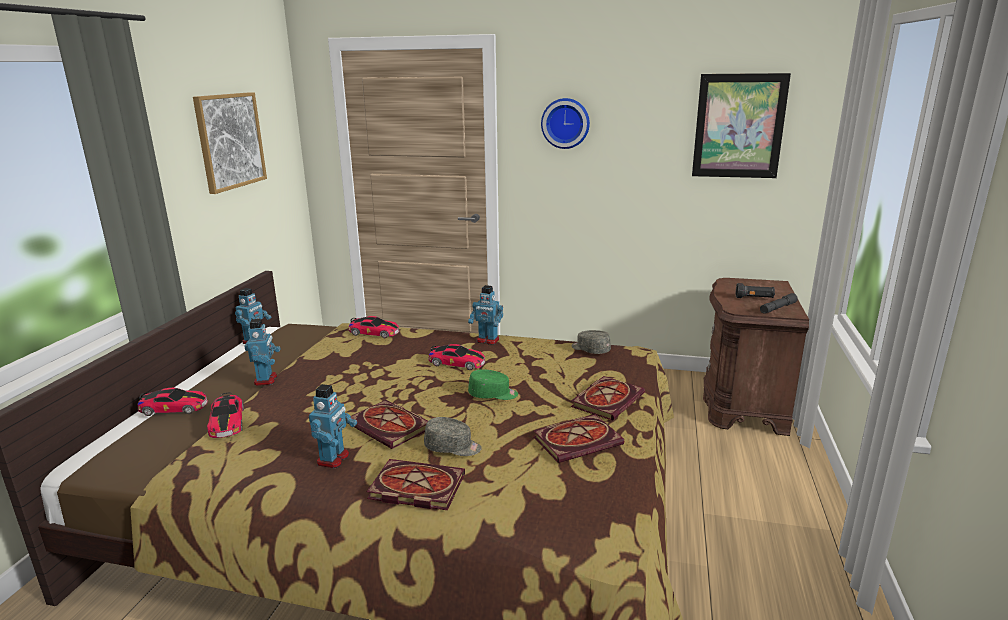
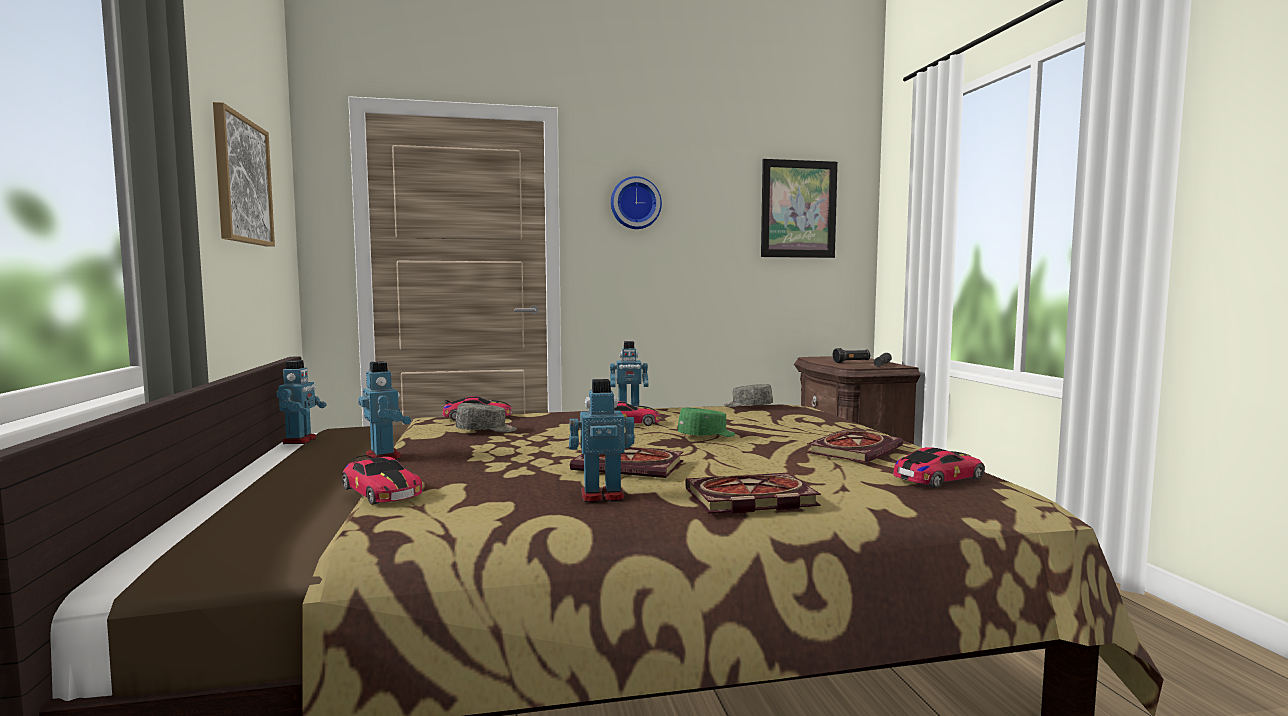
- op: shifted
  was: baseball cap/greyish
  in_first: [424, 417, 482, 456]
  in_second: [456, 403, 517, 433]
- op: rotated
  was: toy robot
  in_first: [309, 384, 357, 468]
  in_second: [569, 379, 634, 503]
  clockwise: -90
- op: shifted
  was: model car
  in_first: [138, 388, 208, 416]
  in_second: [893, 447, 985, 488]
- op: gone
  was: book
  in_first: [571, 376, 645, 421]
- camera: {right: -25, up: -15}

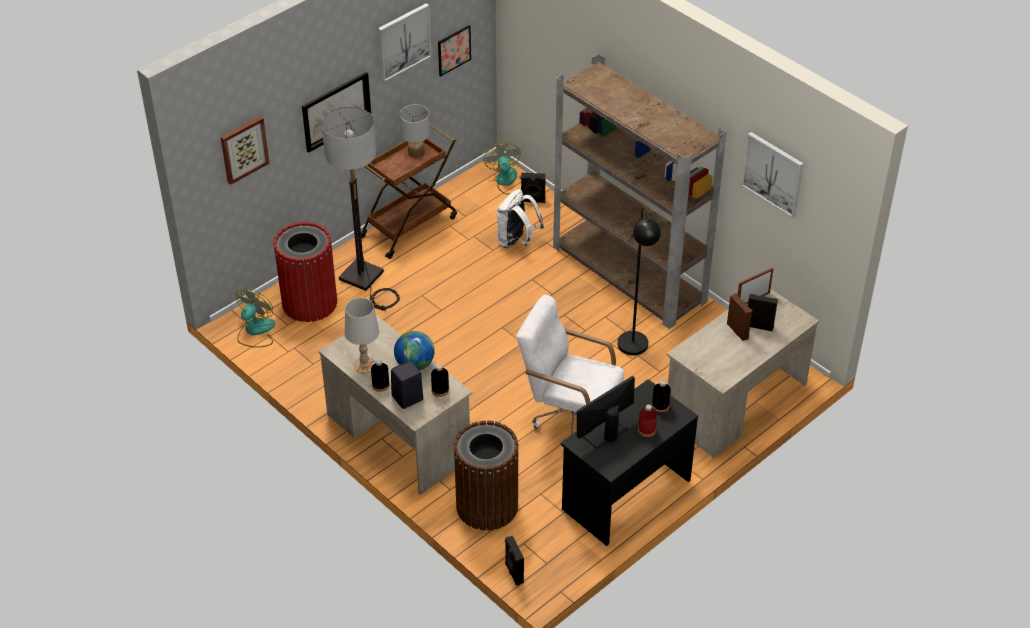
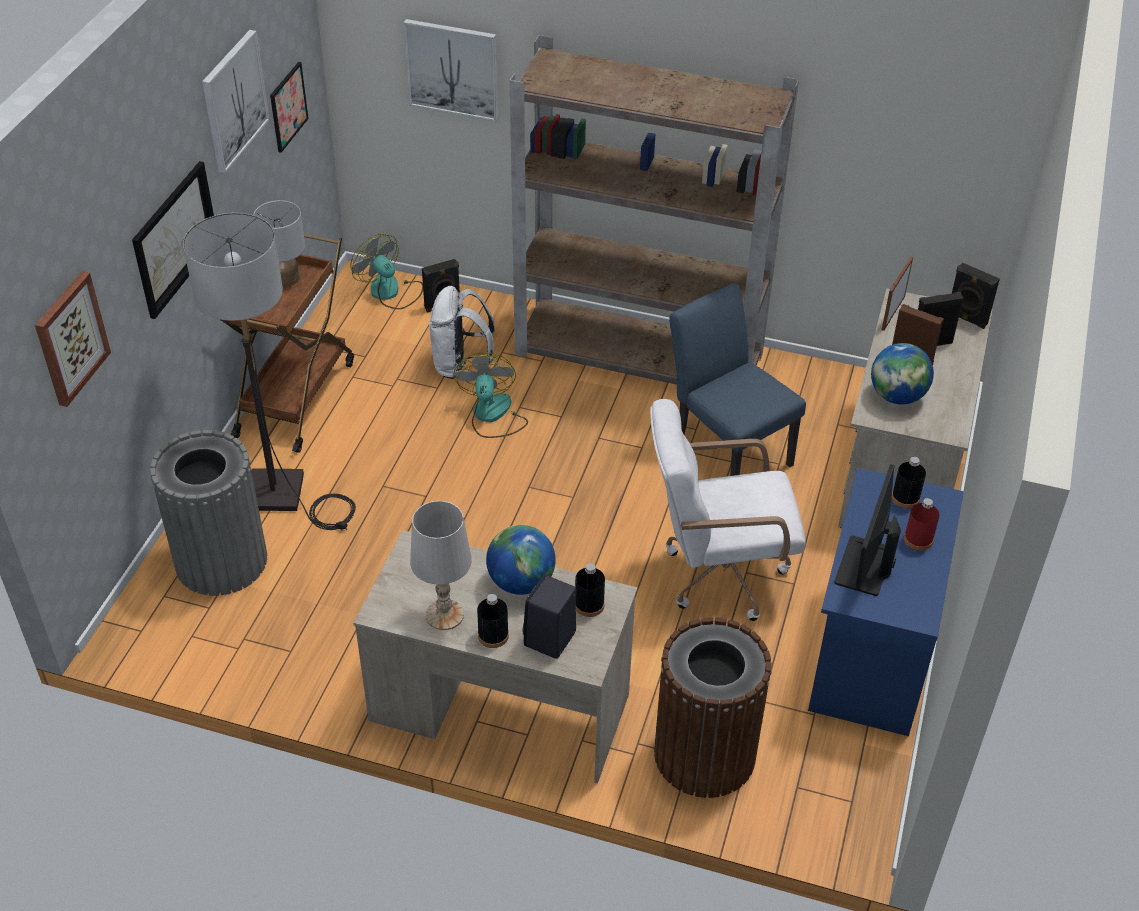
- op: repainted
  was: trash can/red-coloured
  now: trash can/greyish
  in_first: [274, 222, 337, 322]
  in_second: [150, 430, 267, 596]
- op: shifted
  was: wall picture
  in_first: [741, 132, 804, 218]
  in_second: [403, 19, 498, 122]
- op: shifted
  was: fan
  in_first: [236, 288, 276, 348]
  in_second: [453, 353, 528, 438]
- op: swapped
  was: standard lamp/black
  now: plain chair/blue-coloured
  in_first: [617, 207, 661, 355]
  in_second: [669, 283, 806, 476]
- op: repainted
  was: desk unit/black
  now: desk unit/blue-coloured
  in_first: [561, 379, 698, 546]
  in_second: [808, 468, 964, 736]
- op: new
  now: desk globe
  in_second: [871, 343, 934, 404]
- op: shifted
  was: loudspeaker/black
  in_first: [505, 536, 524, 586]
  in_second: [952, 262, 1000, 329]
- camera: {right: -30, up: 0}

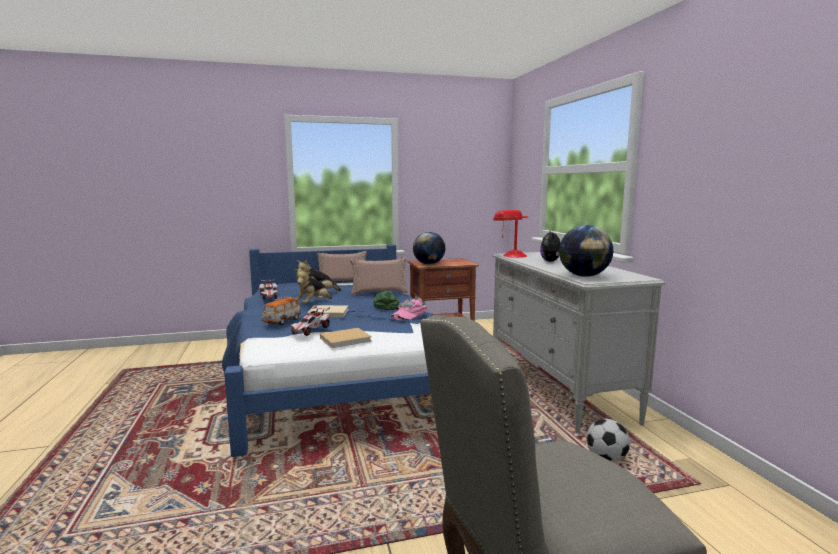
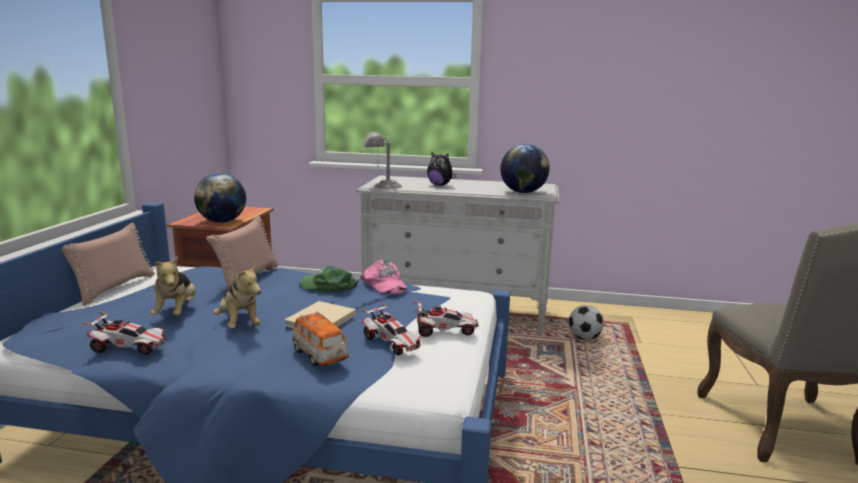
- op: repainted
  was: lamp for a table/red-coloured
  now: lamp for a table/greyish
  in_first: [493, 210, 528, 258]
  in_second: [363, 132, 402, 189]
- op: swapped
  was: book/sand-coloured
  now: model car
  in_first: [320, 328, 372, 348]
  in_second: [413, 301, 479, 337]
- camera: {right: -65, up: 5}

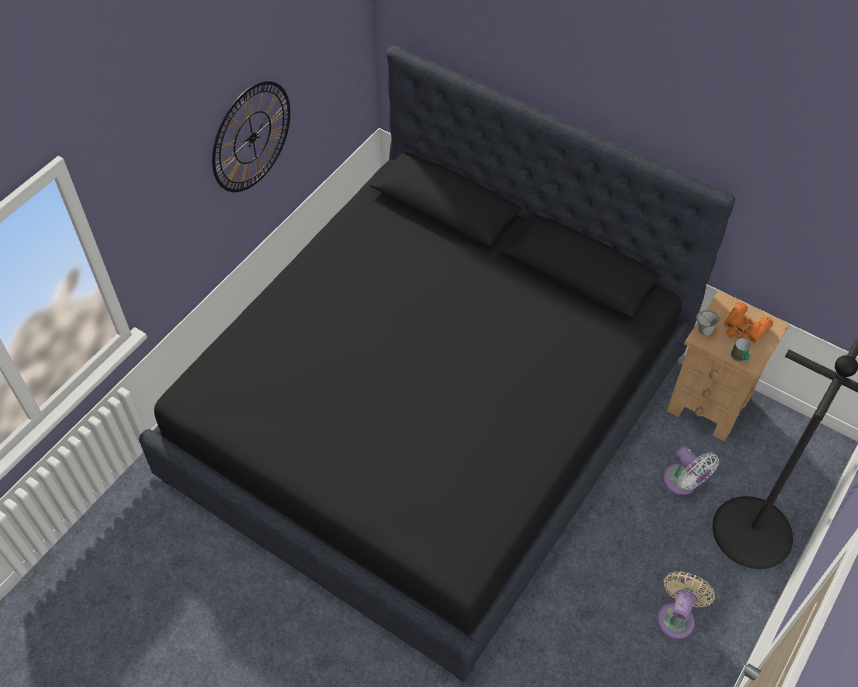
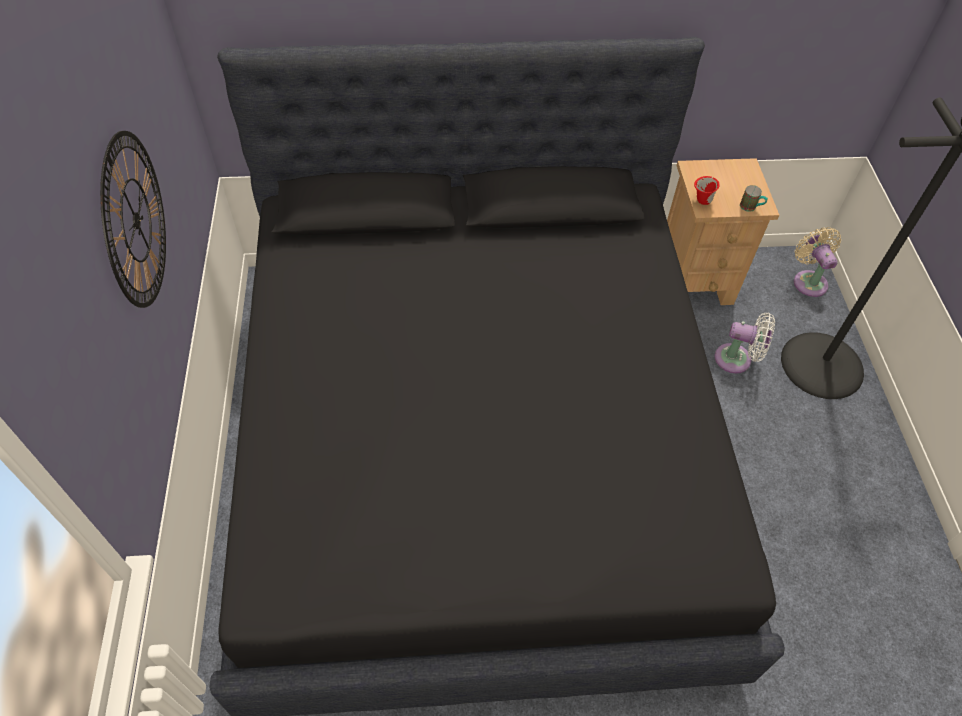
- op: repainted
  was: mug/greyish
  now: mug/red-coloured
  in_first: [696, 310, 720, 336]
  in_second: [694, 176, 720, 205]
- op: shifted
  was: fan/sand-coloured
  in_first: [657, 571, 715, 639]
  in_second: [794, 227, 841, 297]
- op: gone
  was: binoculars/orange-coloured
  in_first: [724, 302, 773, 342]
- camera: {right: -40, up: 0}

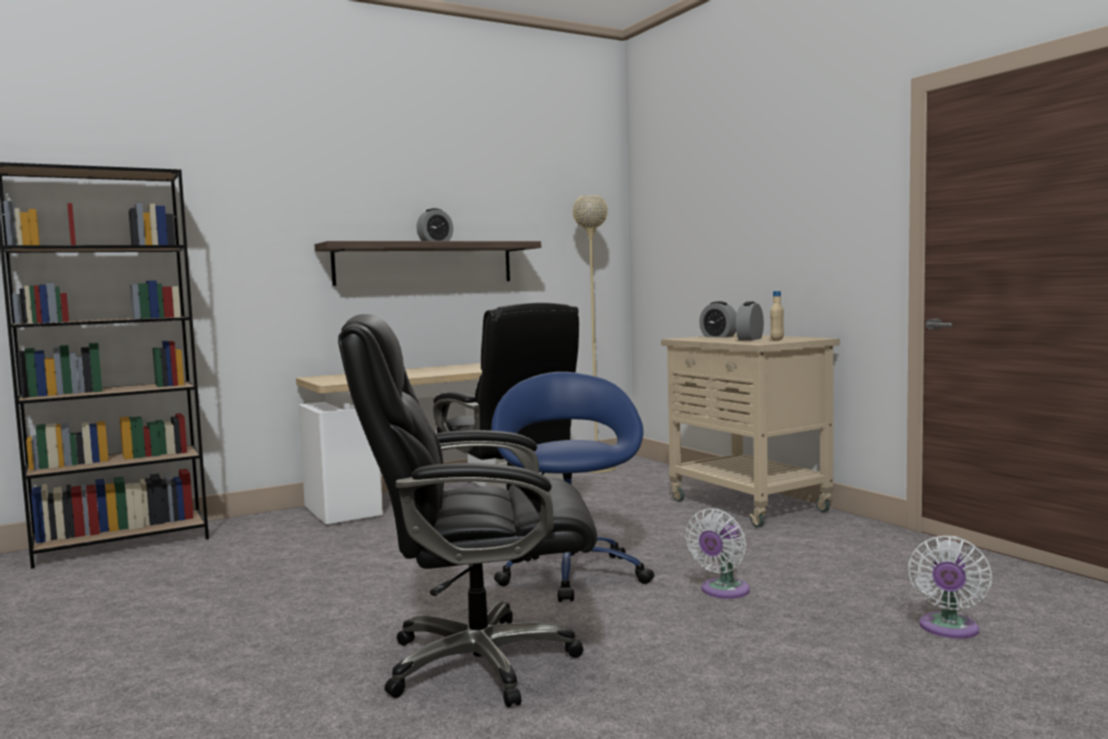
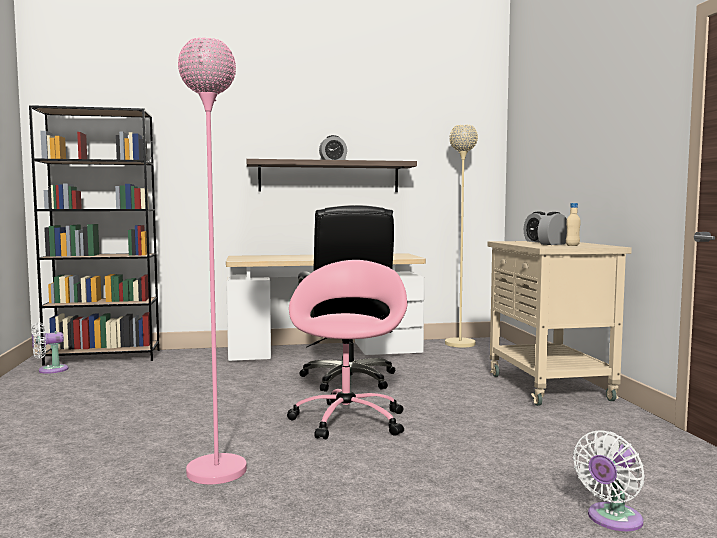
- op: shifted
  was: fan/whitish
  in_first: [685, 508, 750, 599]
  in_second: [32, 322, 68, 374]
- op: swapped
  was: desk chair/black
  now: standard lamp/pink
  in_first: [338, 314, 597, 708]
  in_second: [178, 38, 247, 484]
- op: repainted
  was: desk chair/blue-coloured
  now: desk chair/pink
  in_first: [491, 372, 654, 602]
  in_second: [287, 260, 408, 439]
- camera: {right: 20, up: 0}

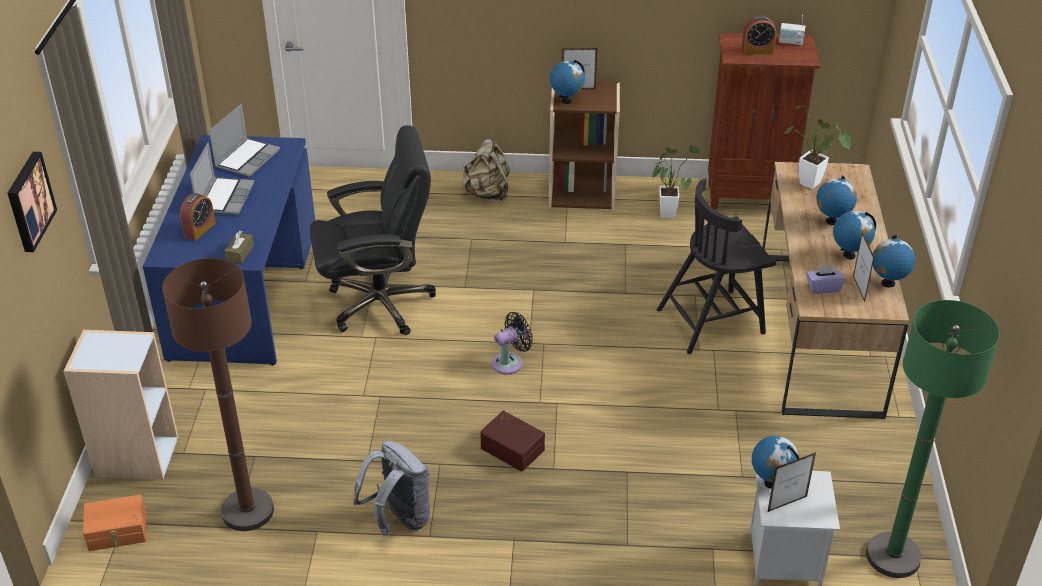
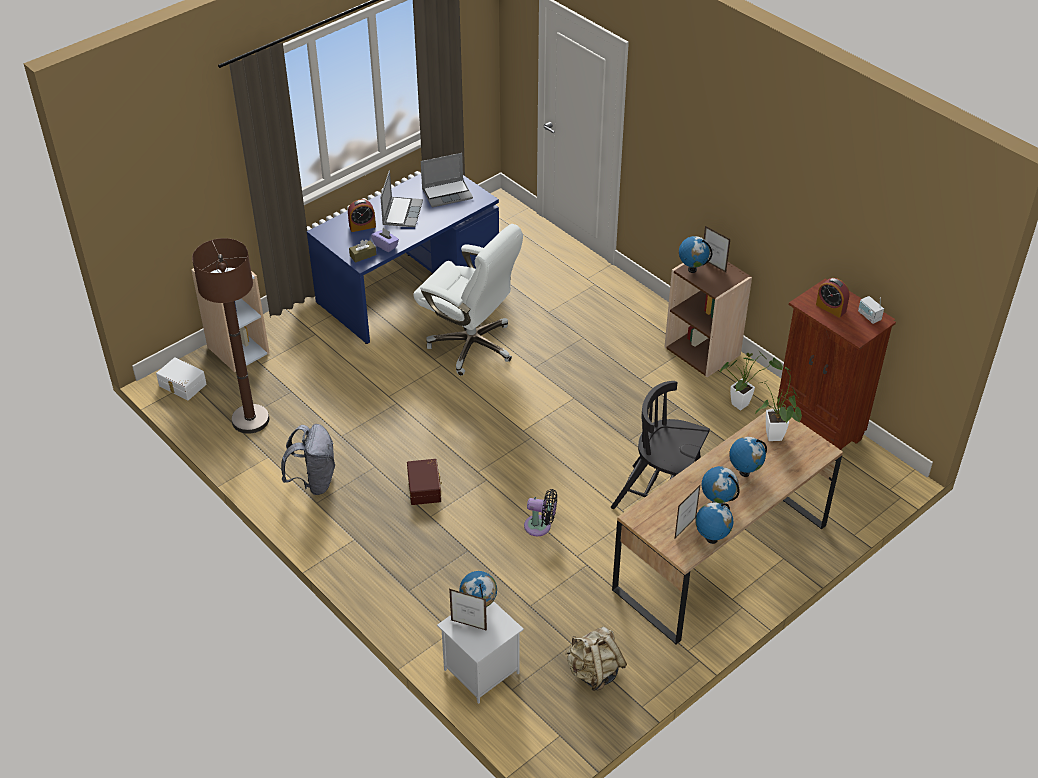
- op: repainted
  was: storage box/orange-coloured
  now: storage box/whitish
  in_first: [83, 495, 147, 551]
  in_second: [156, 357, 206, 400]
- op: shifted
  was: box of tissues/purple-coloured
  in_first: [806, 265, 845, 294]
  in_second: [371, 228, 399, 252]
- op: rotated
  was: laptop
  in_first: [190, 142, 254, 215]
  in_second: [380, 170, 423, 227]
  clockwise: -45
- op: repainted
  was: desk chair/black
  now: desk chair/whitish
  in_first: [310, 125, 436, 335]
  in_second: [413, 224, 523, 376]
- op: shifted
  was: fan/black
  in_first: [492, 312, 533, 375]
  in_second: [524, 489, 557, 536]
- op: shifted
  was: rucksack/sand-coloured
  in_first: [463, 139, 510, 201]
  in_second: [565, 626, 627, 691]
- op: gone
  was: wall picture
  in_first: [7, 152, 57, 252]
- op: gone
  was: standard lamp/green-coloured
  in_first: [866, 300, 1000, 578]
- camera: {right: 45, up: 5}

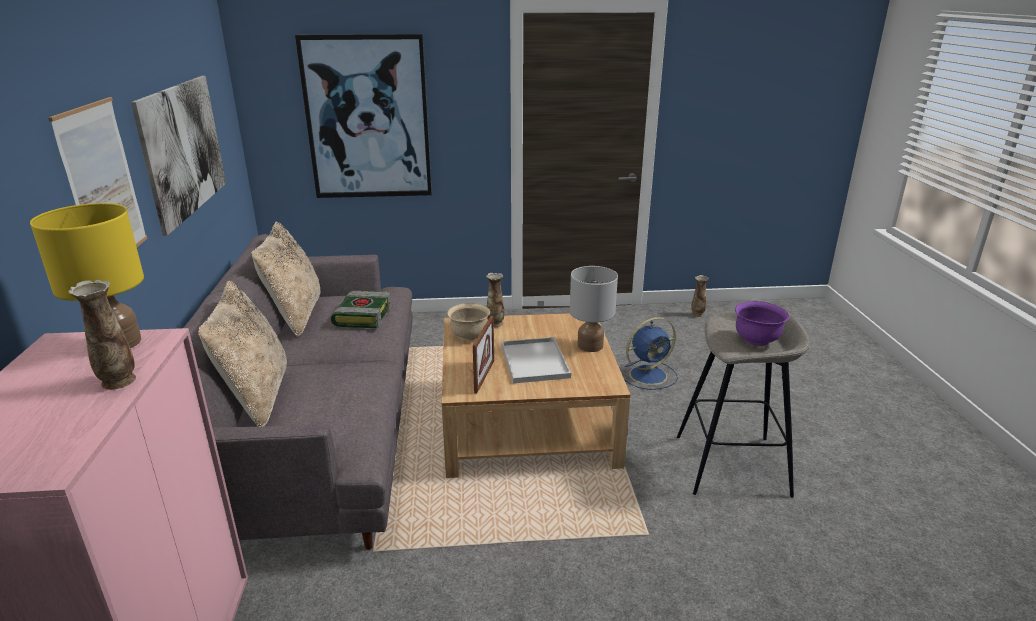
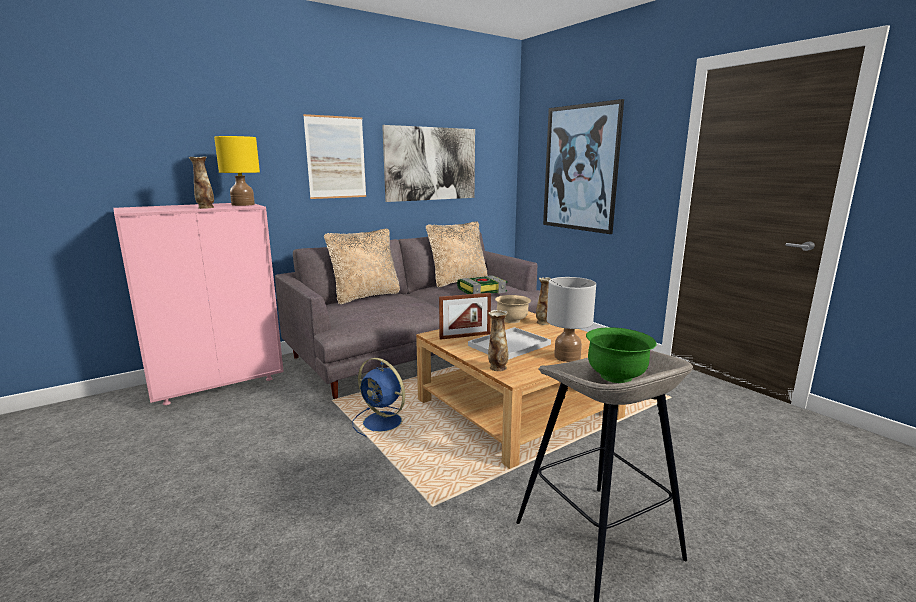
- op: shifted
  was: fan/blue-coloured
  in_first: [625, 317, 678, 390]
  in_second: [352, 358, 411, 437]
- op: shifted
  was: vase
  in_first: [691, 275, 709, 317]
  in_second: [488, 310, 508, 371]
- op: repainted
  was: serving bowl/purple-coloured
  now: serving bowl/green-coloured
  in_first: [735, 301, 789, 346]
  in_second: [586, 327, 657, 383]
- camera: {right: 60, up: -10}

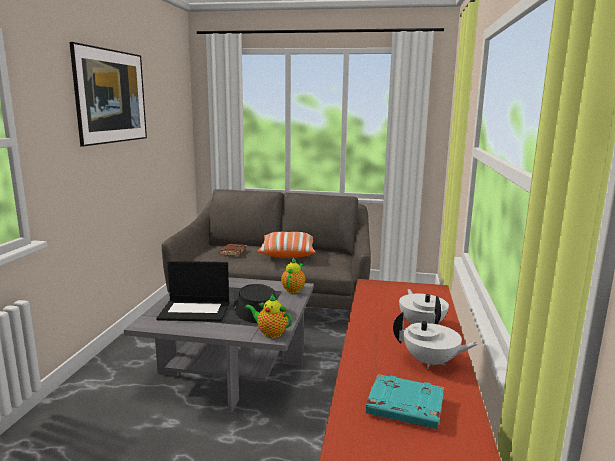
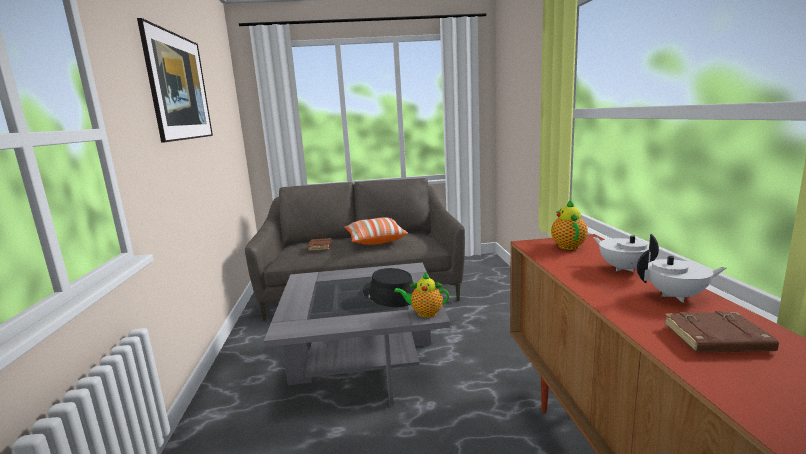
- op: shifted
  was: tea pot
  in_first: [281, 258, 305, 293]
  in_second: [551, 199, 588, 250]
- op: repainted
  was: book/turquoise
  now: book/brown-coloured
  in_first: [366, 374, 444, 429]
  in_second: [664, 311, 779, 352]
- op: gone
  was: laptop
  in_first: [156, 261, 229, 322]
- camera: {right: -15, up: 0}

